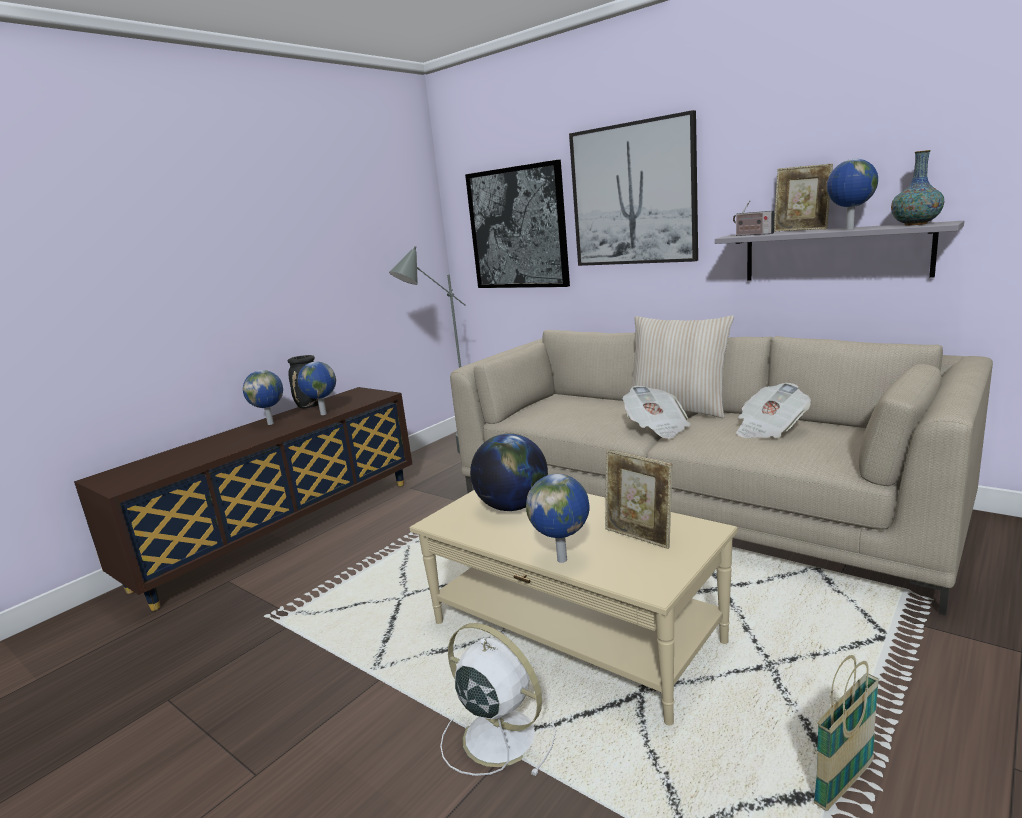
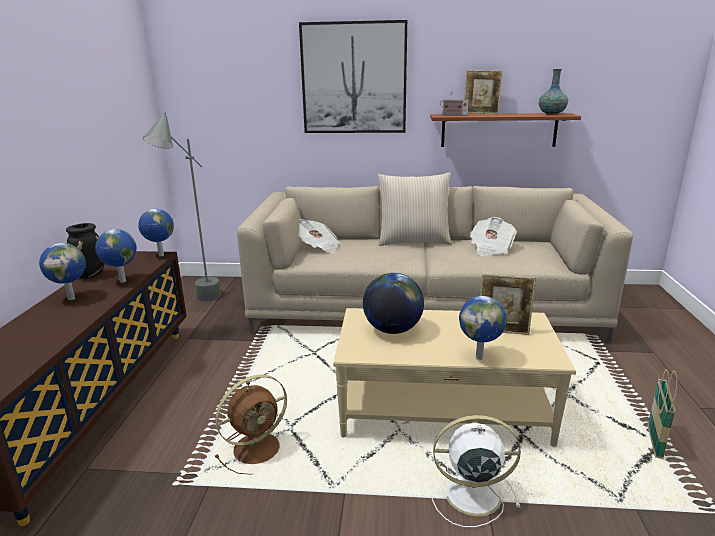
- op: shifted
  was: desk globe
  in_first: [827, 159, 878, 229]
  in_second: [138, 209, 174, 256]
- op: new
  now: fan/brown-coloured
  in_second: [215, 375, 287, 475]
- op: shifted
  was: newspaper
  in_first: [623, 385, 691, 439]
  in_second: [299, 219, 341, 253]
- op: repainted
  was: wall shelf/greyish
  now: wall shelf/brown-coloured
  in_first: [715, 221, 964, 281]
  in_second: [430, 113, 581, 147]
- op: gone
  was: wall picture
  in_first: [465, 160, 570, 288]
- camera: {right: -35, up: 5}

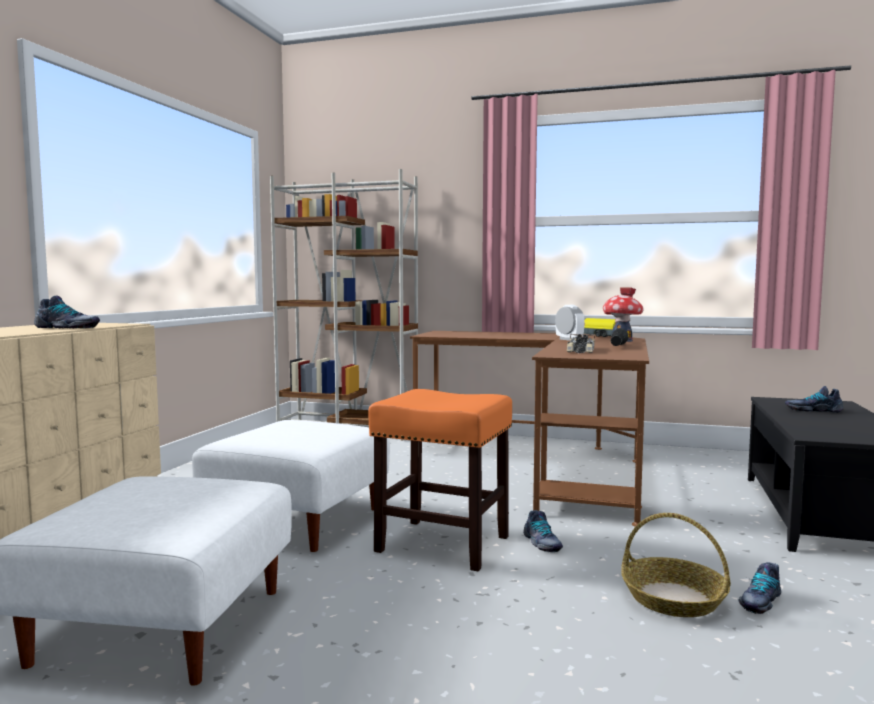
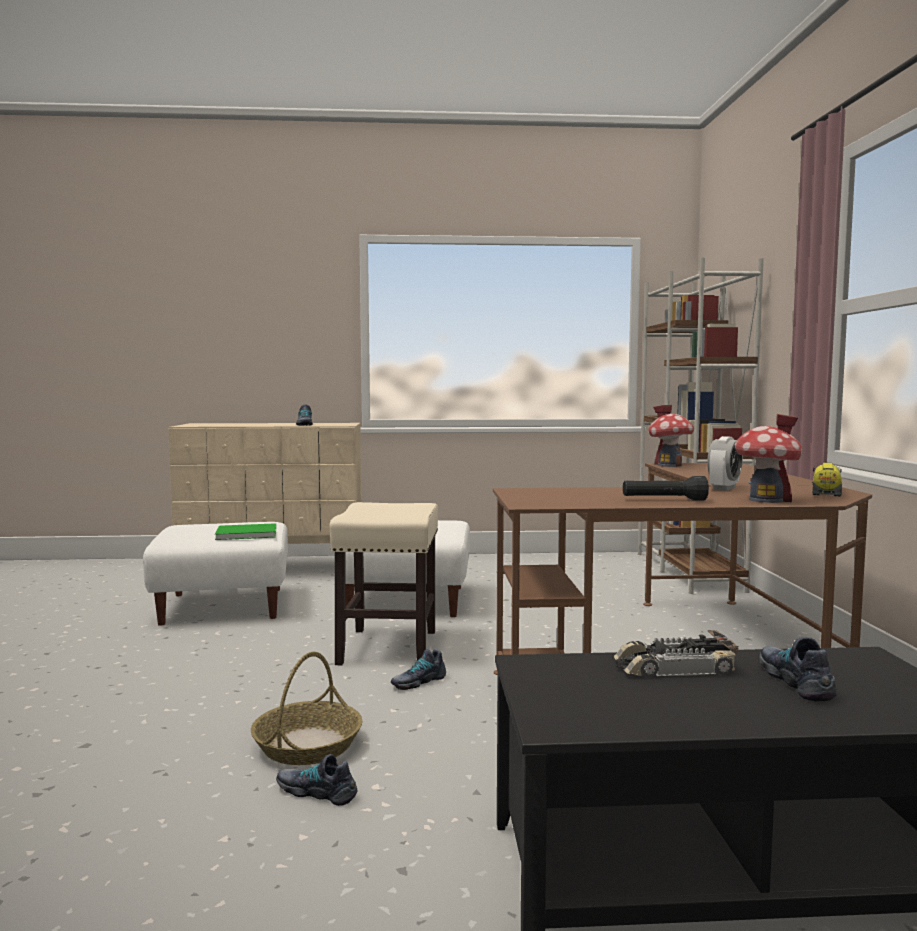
- op: new
  now: book/green-coloured
  in_second: [215, 523, 276, 540]
- op: repainted
  was: stool seat/orange-coloured
  now: stool seat/sand-coloured
  in_first: [368, 389, 512, 571]
  in_second: [330, 502, 438, 666]
- op: shifted
  was: model car
  in_first: [567, 334, 595, 353]
  in_second: [614, 630, 738, 677]
- op: new
  now: toy house
  in_second: [648, 405, 694, 467]
- camera: {right: 70, up: 0}

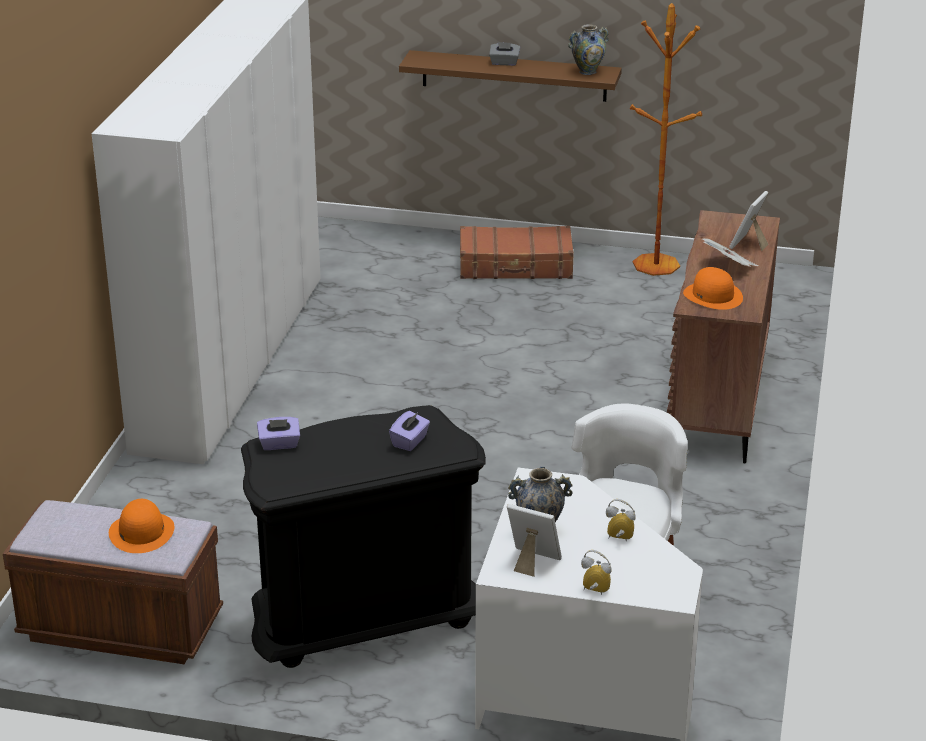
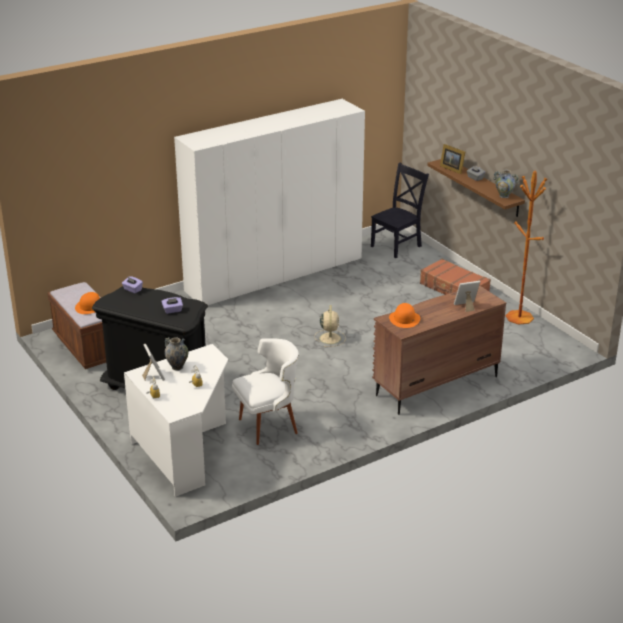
- op: new
  now: fan/sand-coloured
  in_second: [314, 305, 345, 347]
- op: new
  now: plain chair/black
  in_second: [371, 163, 429, 258]
- op: new
  now: standing frame
  in_second: [440, 144, 465, 174]
- op: gone
  was: newspaper
  in_first: [702, 238, 759, 267]
- camera: {right: 45, up: 0}

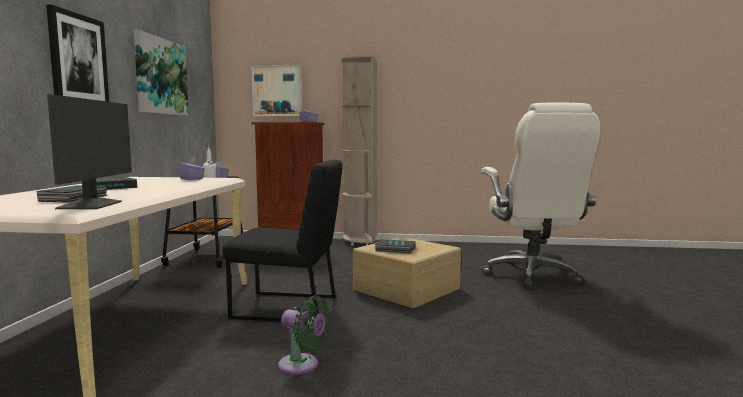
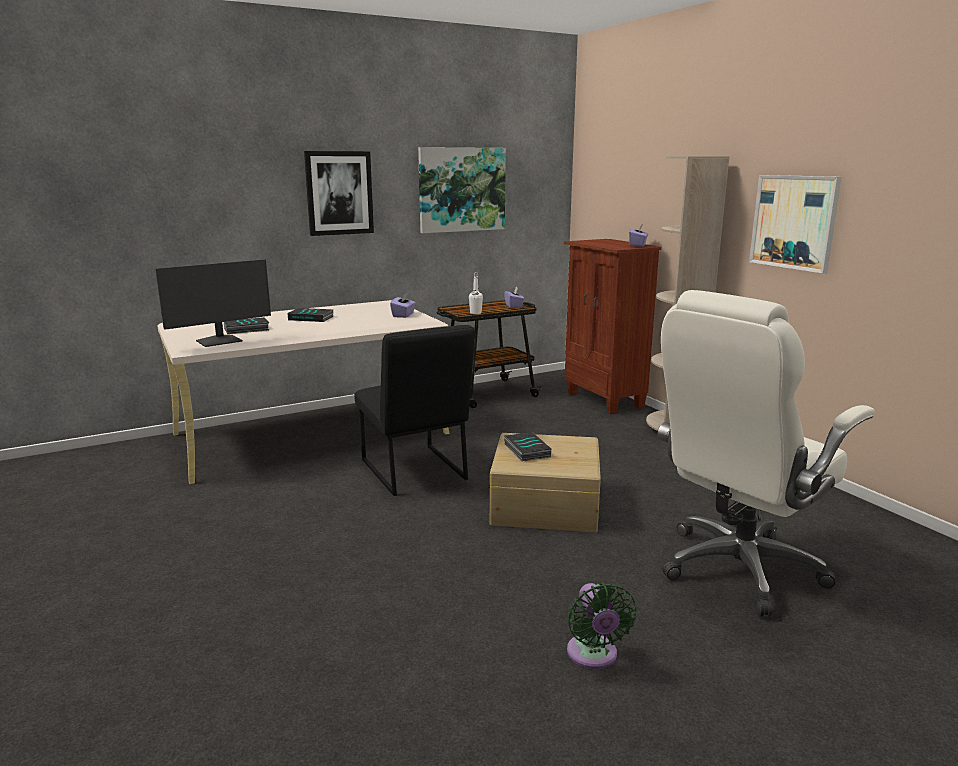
- op: shifted
  was: fan/green-coloured
  in_first: [278, 296, 330, 375]
  in_second: [567, 583, 637, 669]
- op: shifted
  was: wall picture
  in_first: [251, 65, 302, 116]
  in_second: [749, 175, 842, 274]
- camera: {right: 55, up: 10}

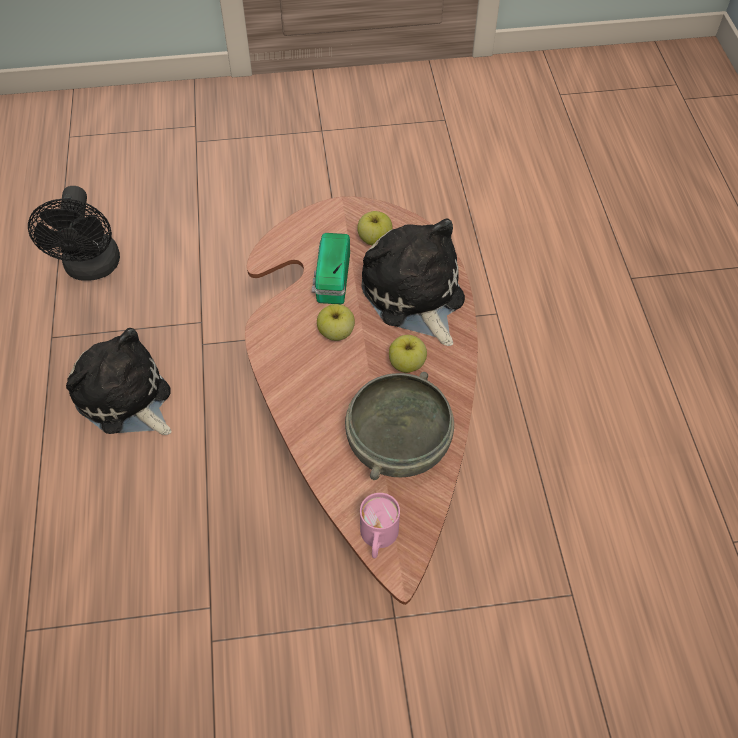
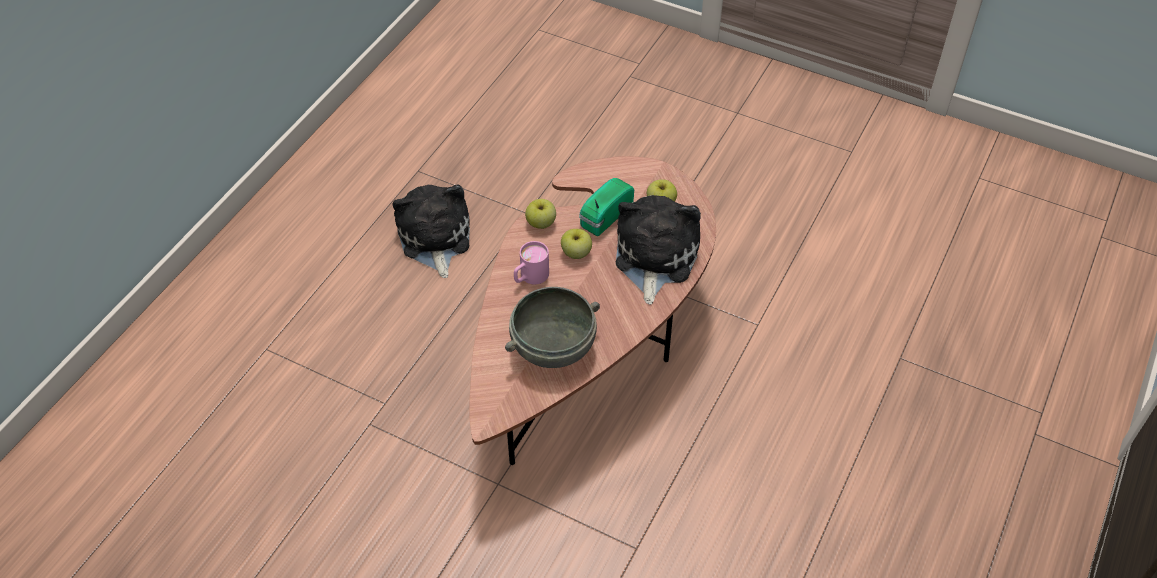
- op: shifted
  was: mug/pink
  in_first: [360, 493, 400, 558]
  in_second: [514, 241, 549, 284]
- op: shifted
  was: apple fruit
  in_first: [389, 335, 427, 373]
  in_second: [525, 199, 556, 229]
- op: gone
  was: fan/black
  in_first: [28, 186, 120, 281]
- camera: {right: 35, up: -5}

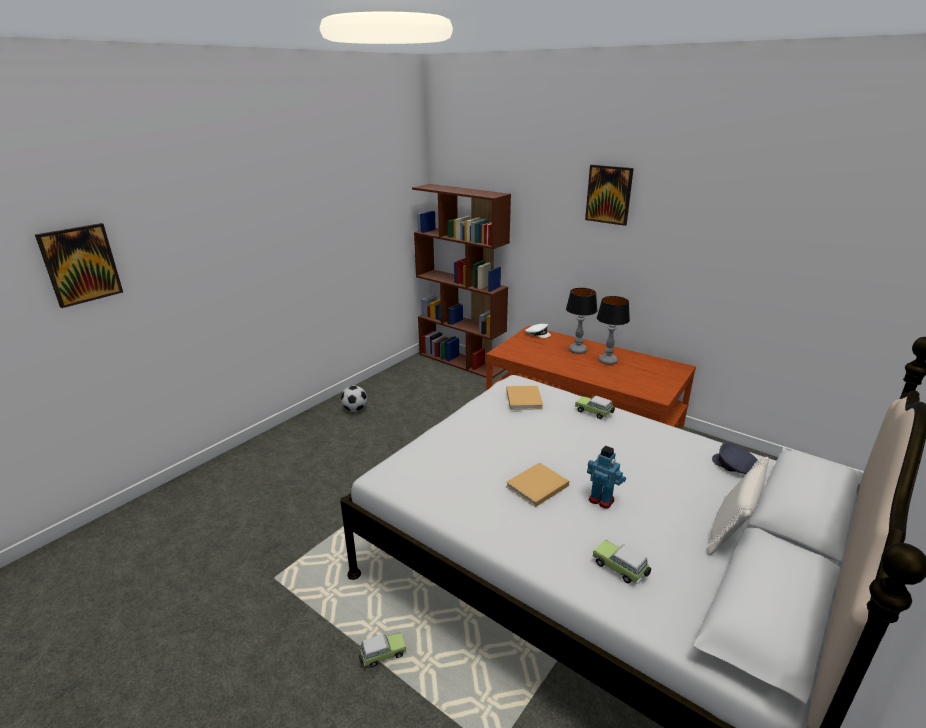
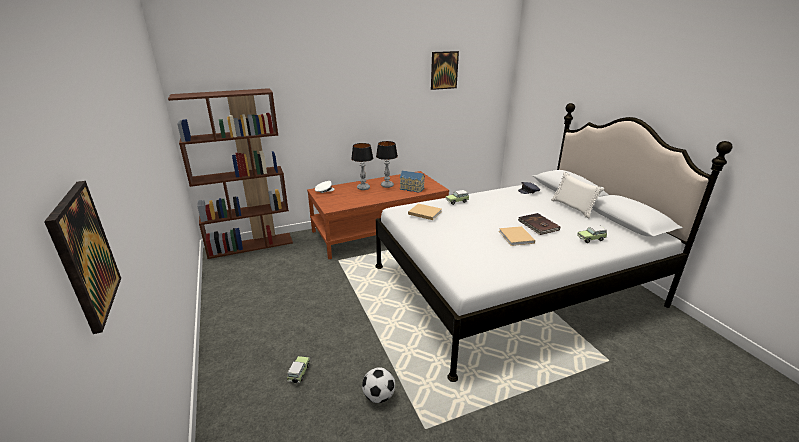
- op: shifted
  was: model car
  in_first: [359, 633, 406, 667]
  in_second: [287, 356, 310, 383]
- op: shifted
  was: football
  in_first: [341, 386, 367, 412]
  in_second: [362, 367, 395, 403]
- op: new
  now: toy house
  in_second: [400, 171, 425, 193]
- op: shifted
  was: wall picture
  in_first: [585, 165, 634, 226]
  in_second: [431, 51, 459, 90]
- op: swapped
  was: toy robot
  now: book/brown-coloured
  in_first: [587, 445, 626, 509]
  in_second: [518, 213, 560, 235]
- camera: {right: -60, up: 0}

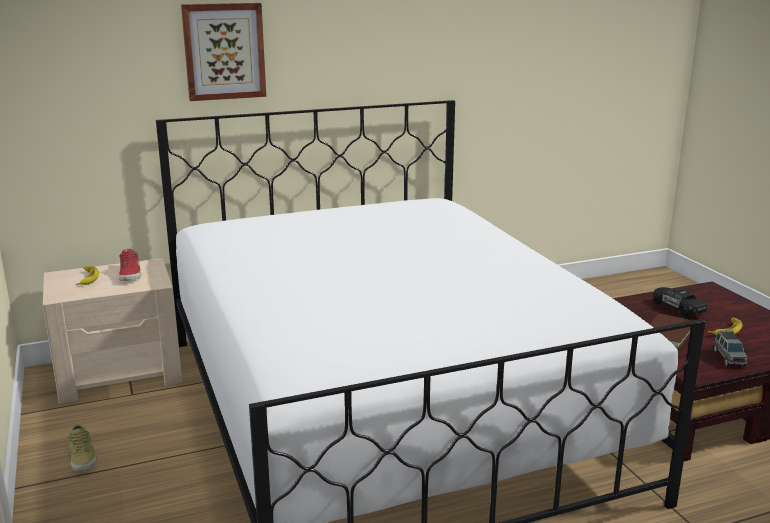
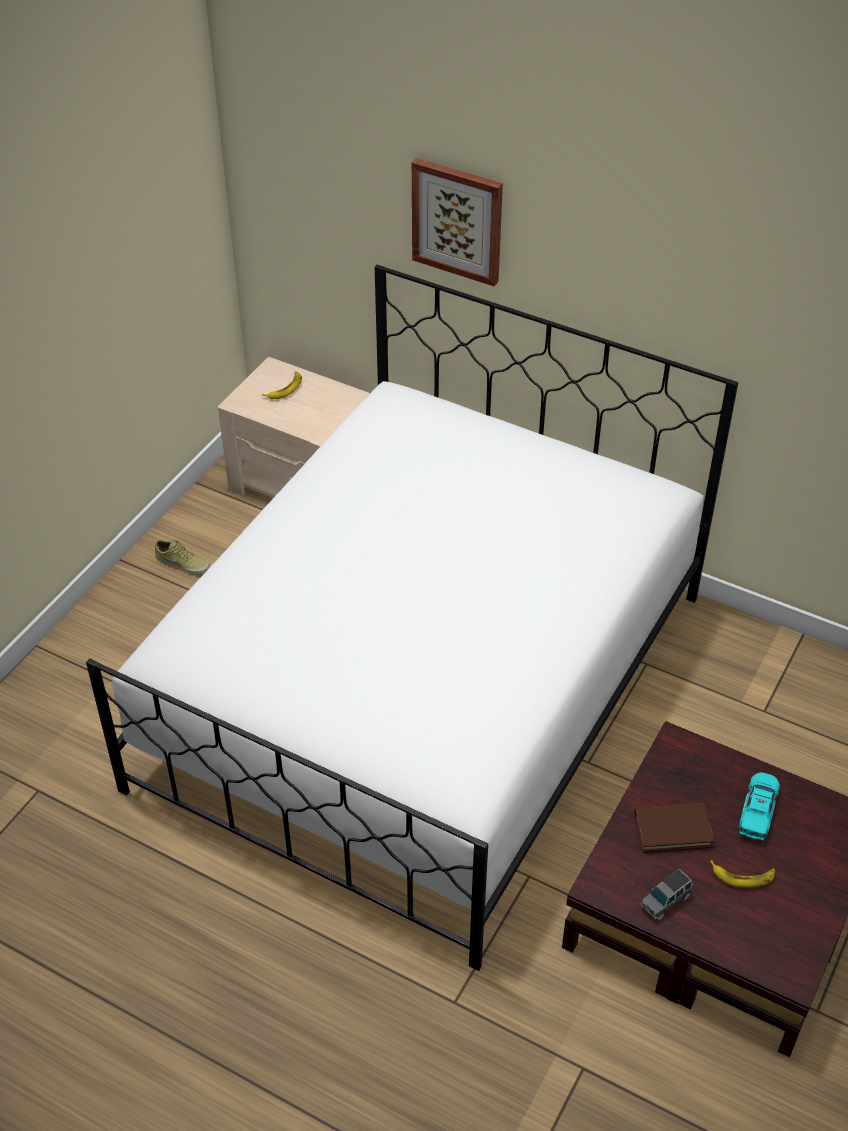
- op: rotated
  was: item of footwear/sand-coloured
  in_first: [68, 425, 97, 472]
  in_second: [155, 540, 210, 574]
  clockwise: -90
- op: repainted
  was: model car/black
  now: model car/turquoise
  in_first: [653, 287, 708, 317]
  in_second: [739, 772, 780, 840]
- op: gone
  was: item of footwear/red-coloured
  in_first: [119, 249, 141, 281]
- camera: {right: 50, up: 25}

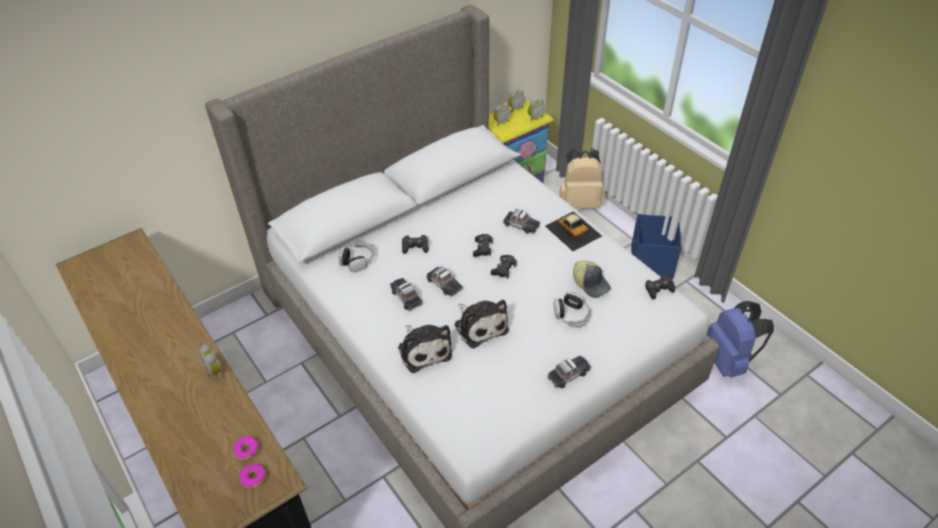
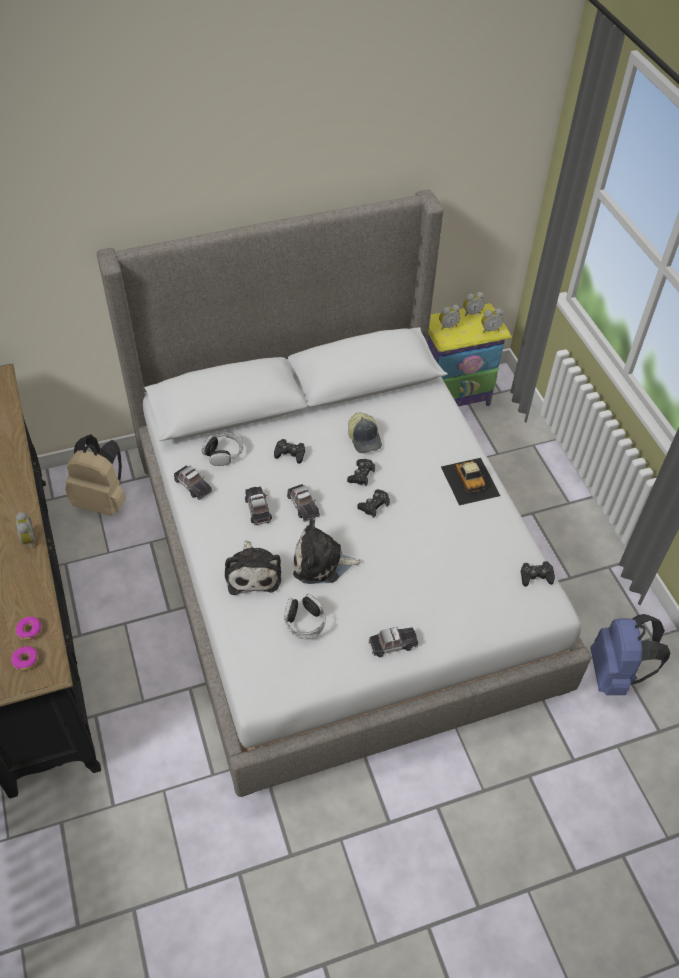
- op: shifted
  was: rucksack/sand-coloured
  in_first: [559, 148, 606, 208]
  in_second: [65, 434, 126, 516]
- op: shifted
  was: model car
  in_first: [503, 209, 540, 234]
  in_second: [173, 465, 212, 500]
- op: shifted
  was: headphones
  in_first: [554, 292, 591, 327]
  in_second: [284, 594, 326, 639]
- op: rotated
  was: cuddly toy
  in_first: [455, 300, 509, 348]
  in_second: [293, 518, 362, 584]
  clockwise: 105
- op: shifted
  was: baseball cap
  in_first: [573, 261, 611, 298]
  in_second: [348, 413, 382, 453]
- op: gone
  was: storage box/blue-coloured
  in_first: [631, 214, 682, 279]
- camera: {right: 15, up: 5}

